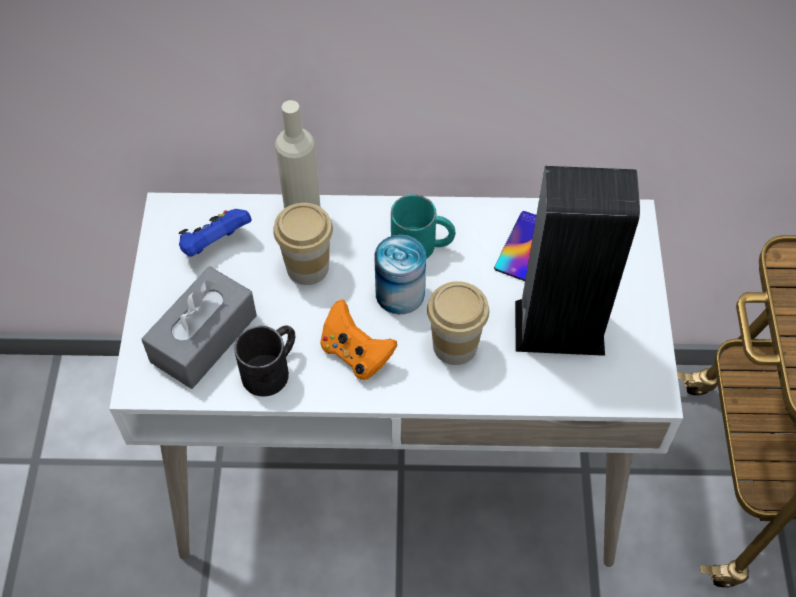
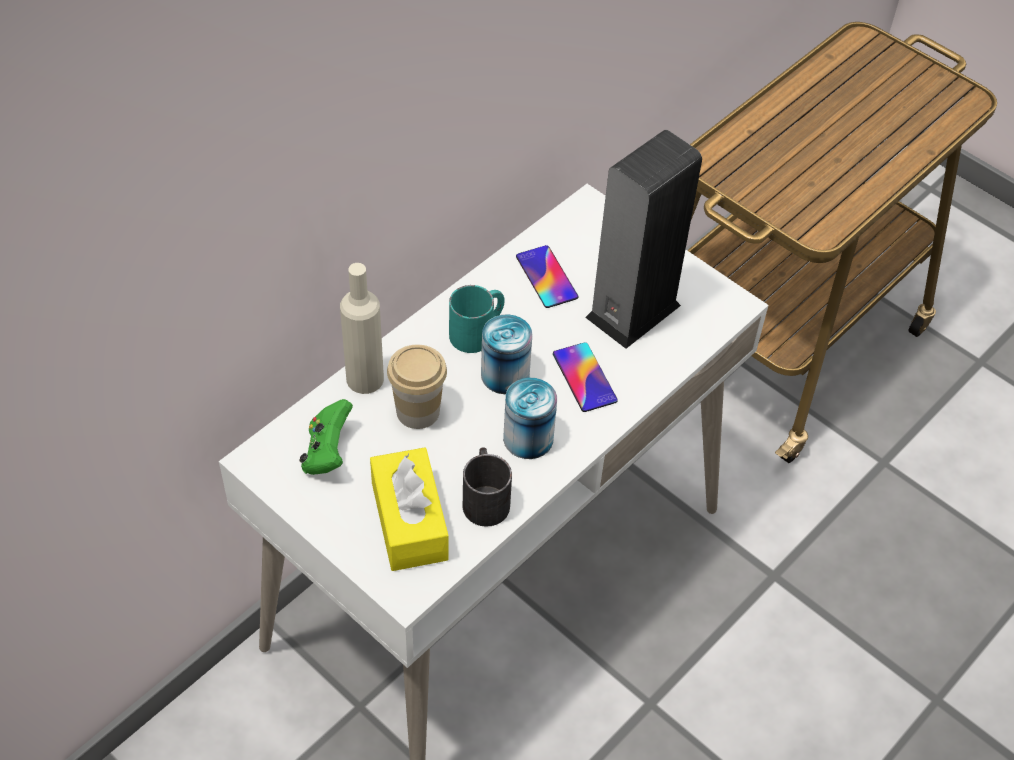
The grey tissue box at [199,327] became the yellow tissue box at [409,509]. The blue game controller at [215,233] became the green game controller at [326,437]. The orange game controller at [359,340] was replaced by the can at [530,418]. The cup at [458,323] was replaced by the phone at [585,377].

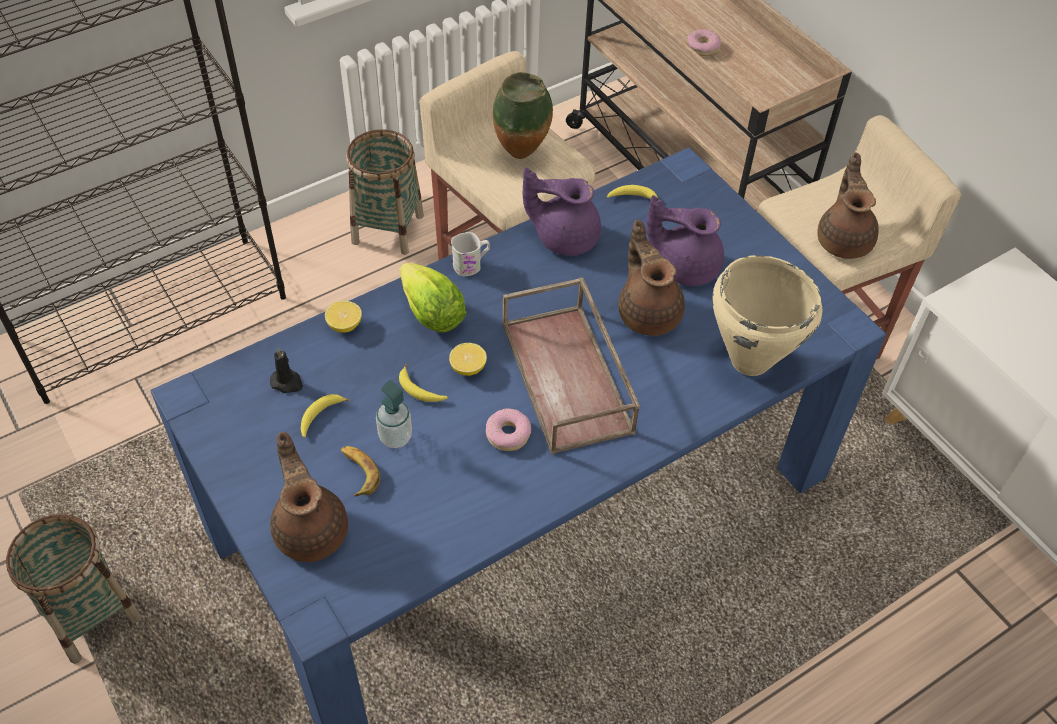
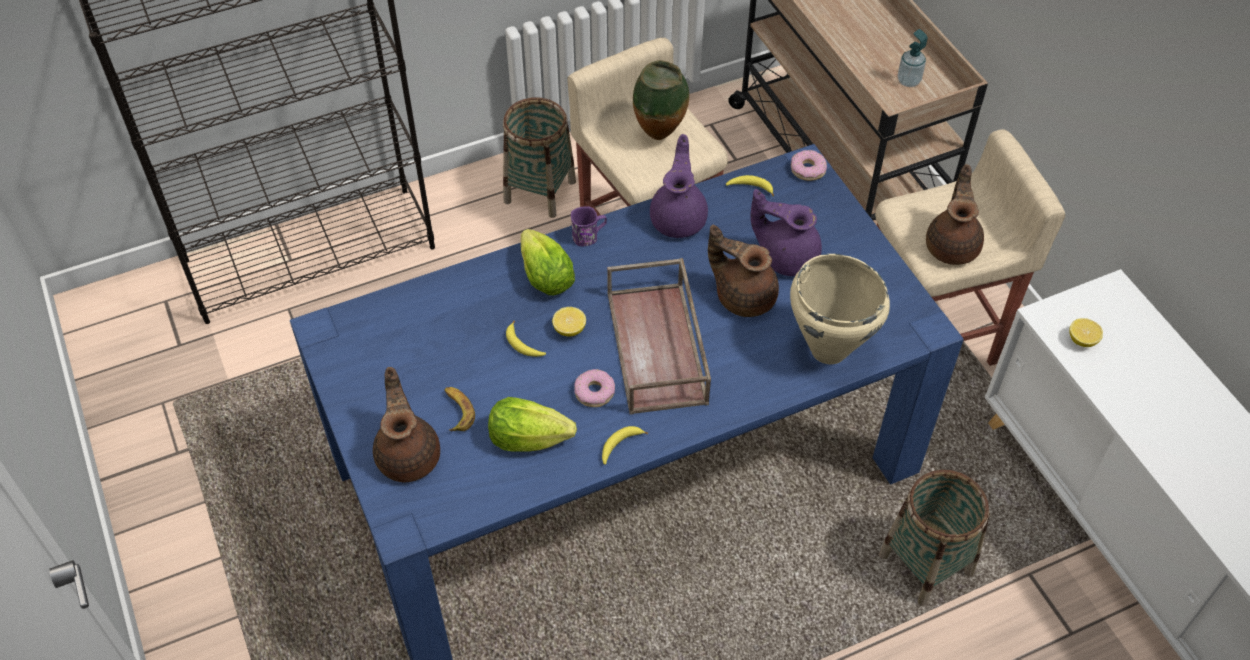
The basket moved from [73,589] to [934,538]. The black candle at [286,370] disappeared. The banana moved from [325,416] to [625,445]. The lemon moved from [343,317] to [1086,332]. The soap dispenser moved from [394,414] to [913,58]. The white mug at [470,254] became the purple mug at [589,226]. The purple teapot at [562,212] turned 75 degrees clockwise. The brown teapot at [651,278] turned 45 degrees counterclockwise. The donut moved from [704,42] to [809,165]. The lettuce at [532,424] appeared.

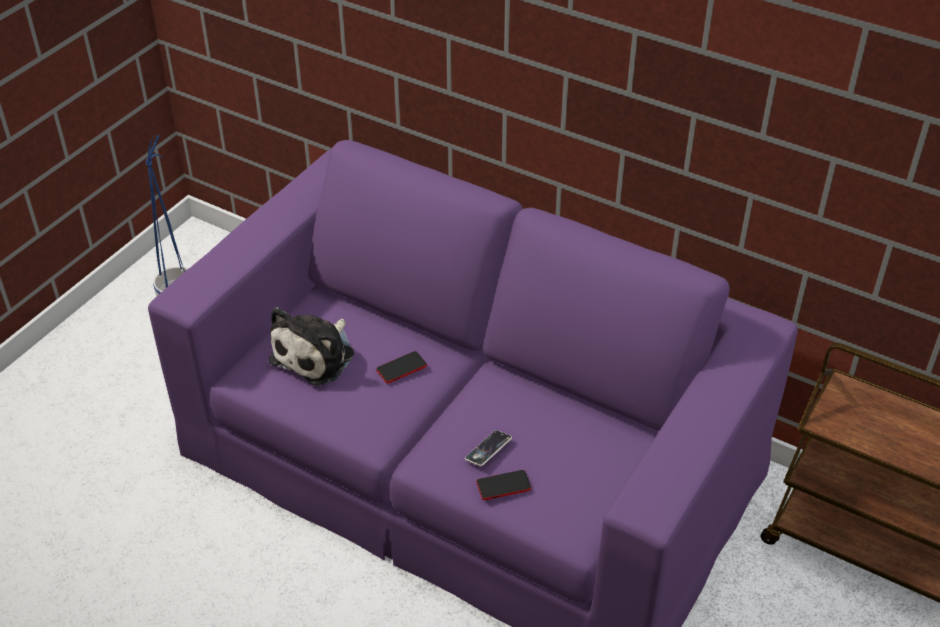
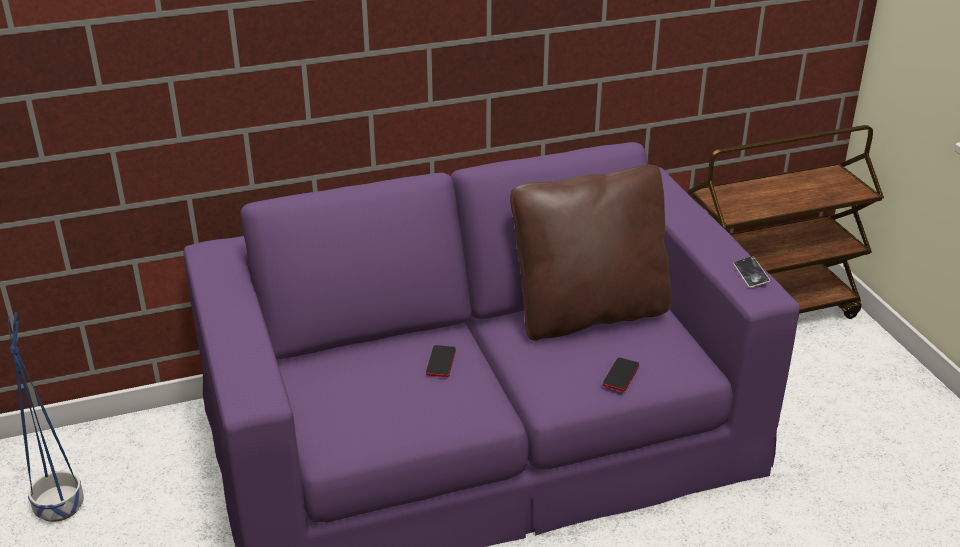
The plush toy at [311,346] disappeared. The phone moved from [488,448] to [751,272]. The brown pillow at [590,253] appeared.

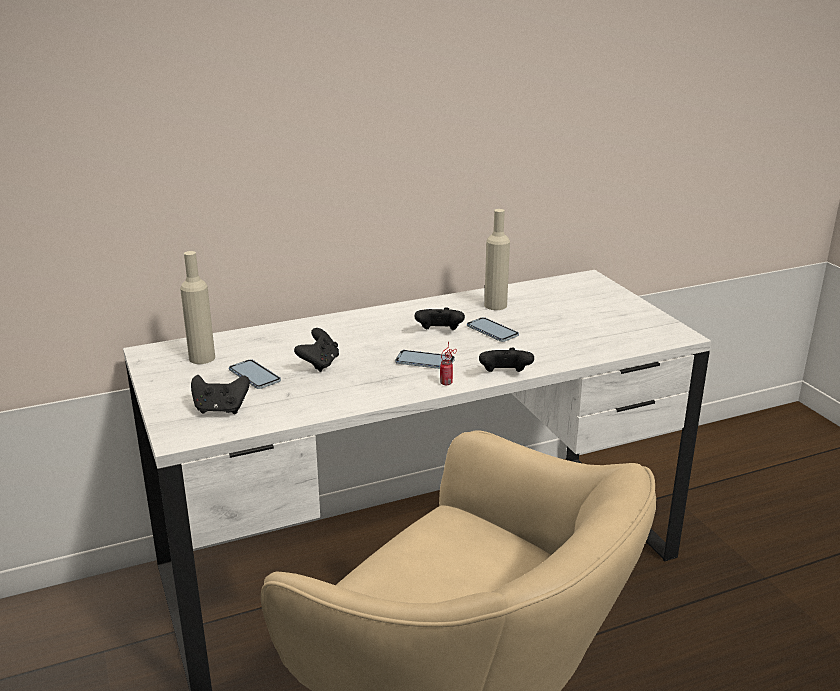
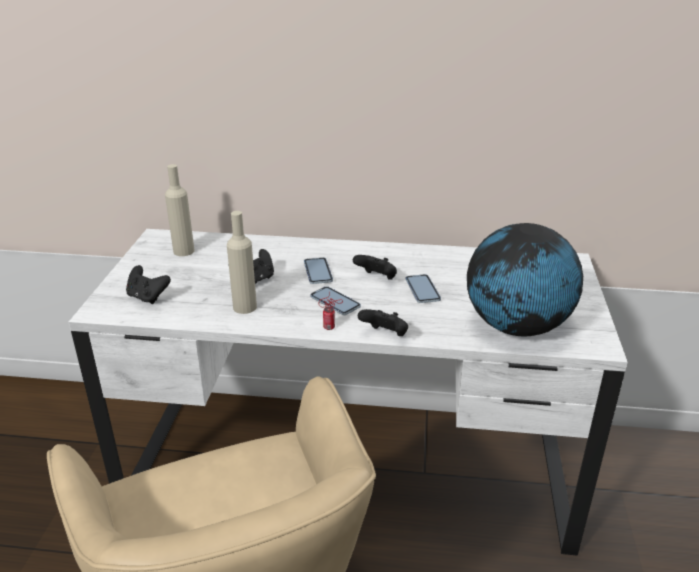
The phone moved from [255,374] to [318,270]. The beige bottle moved from [497,259] to [242,262]. The globe at [525,280] appeared.

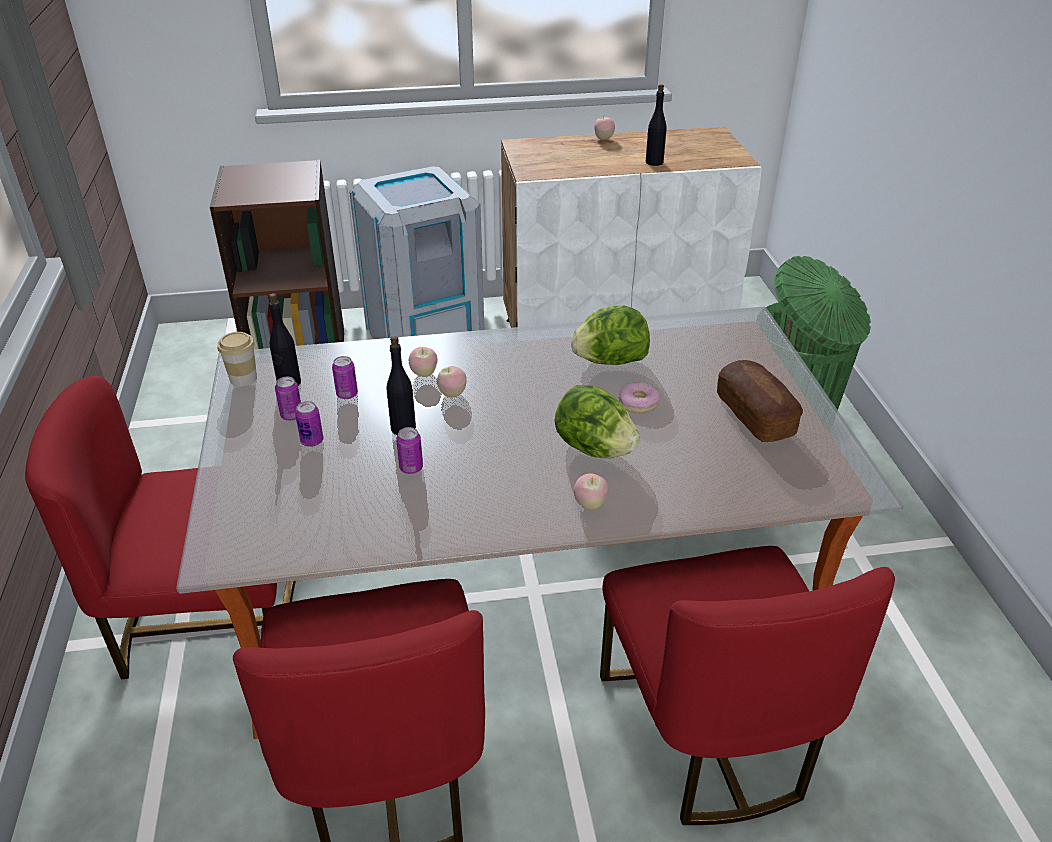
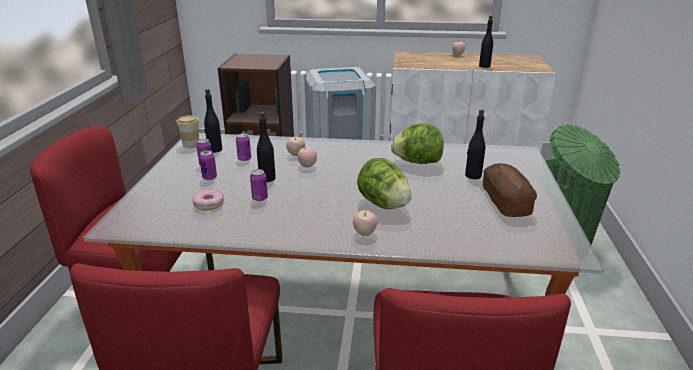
The donut moved from [639,397] to [208,200]. The black bottle at [475,144] appeared.

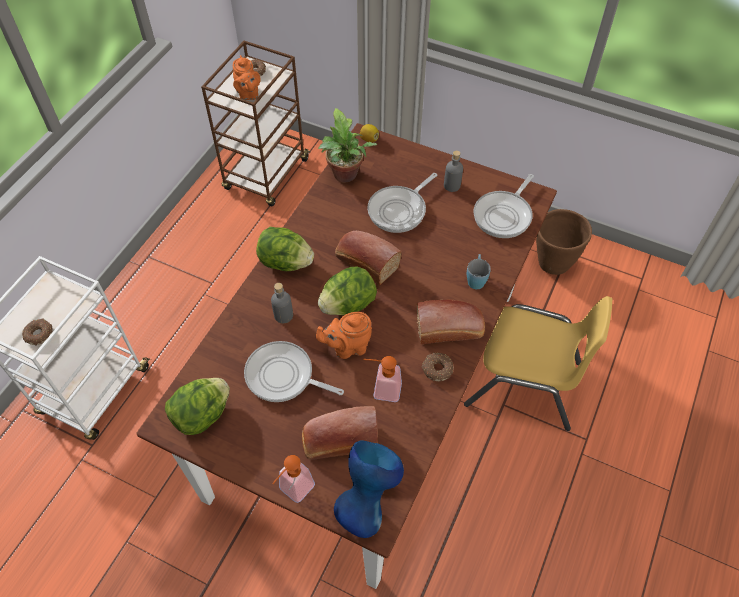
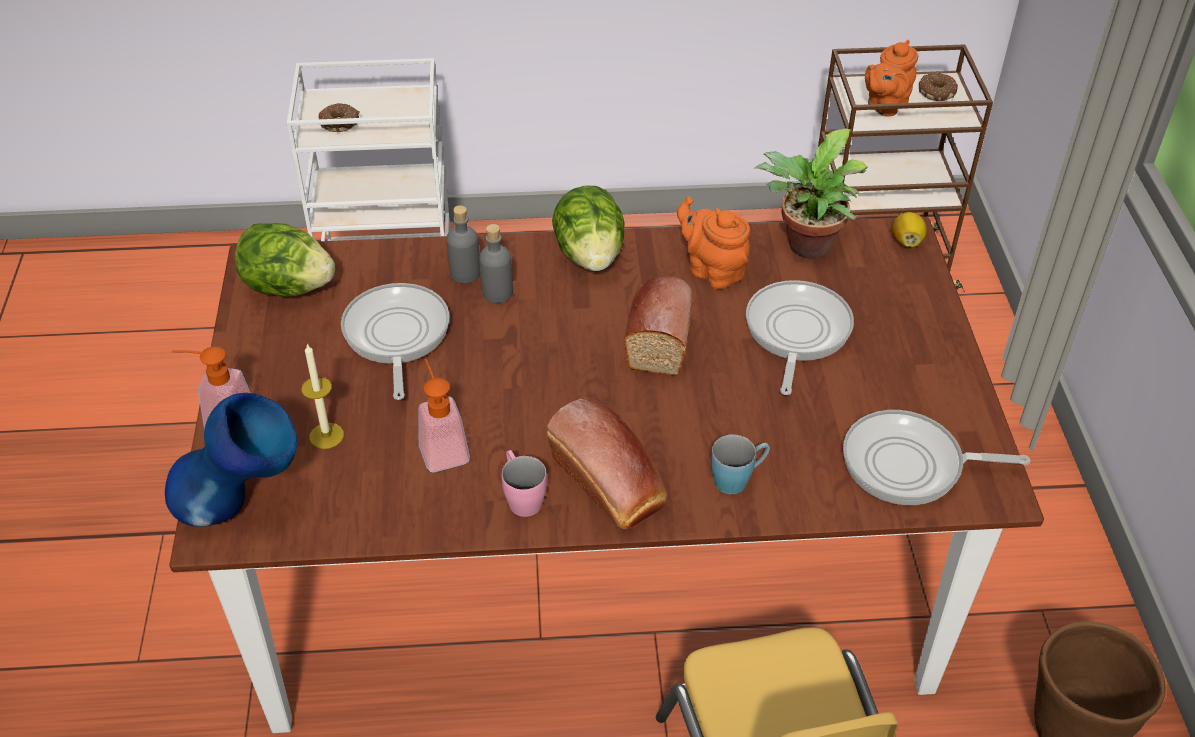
The bread at [340,433] was replaced by the candle at [322,396]. The orange teapot moved from [344,335] to [713,243]. The lettuce at [347,291] disappeared. The frying pan at [402,203] turned 90 degrees clockwise. The donut at [437,367] was replaced by the pink mug at [524,483]. The grey bottle moved from [453,171] to [463,244].

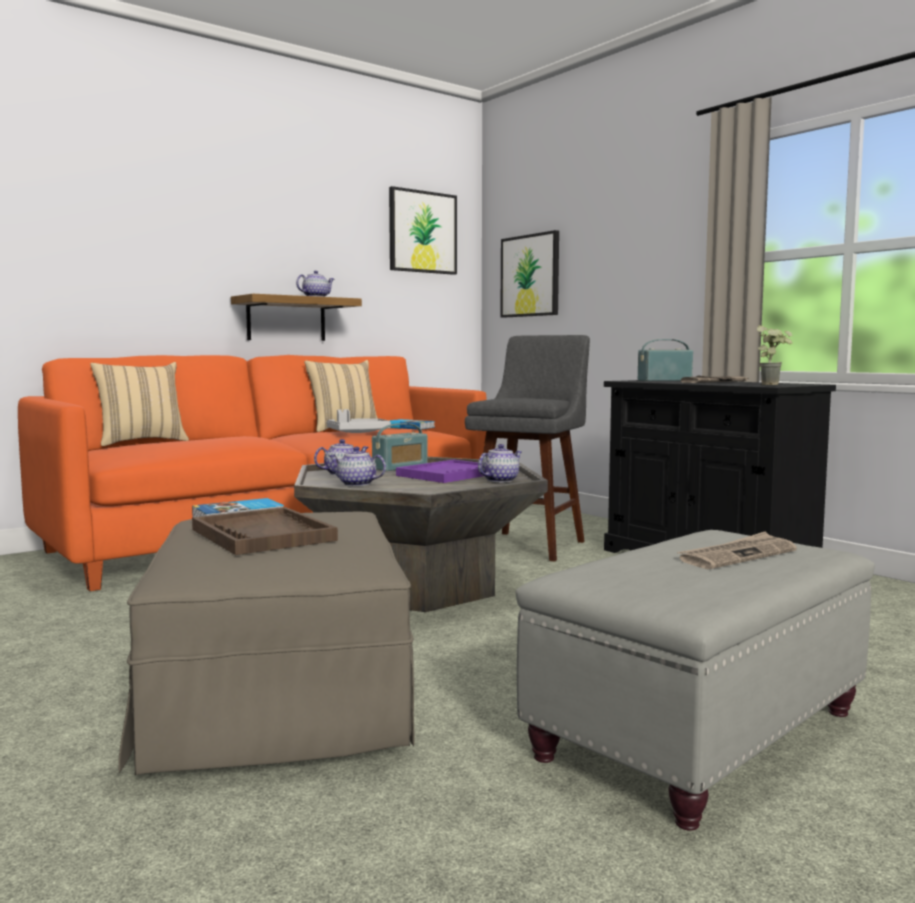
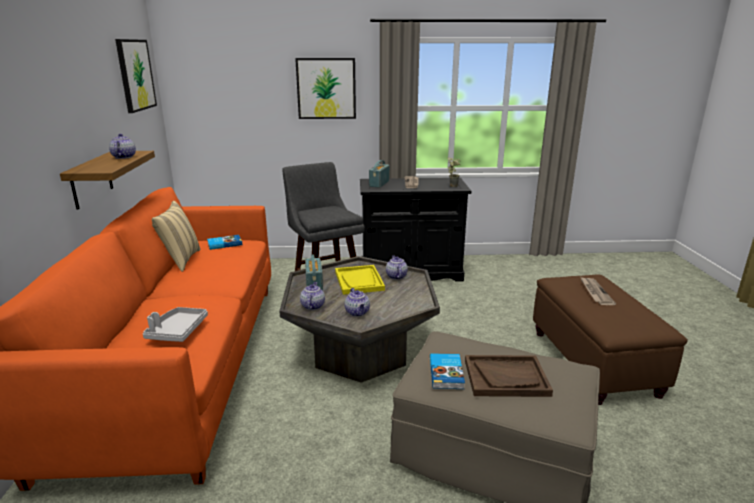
The beige pillow at [139,404] disappeared. The grey tray moved from [359,421] to [175,324]. The teapot at [357,466] turned 75 degrees counterclockwise. The purple tray at [440,471] became the yellow tray at [360,280]. The picture moved from [529,274] to [325,88]. The grey ottoman at [695,680] became the brown ottoman at [610,340].

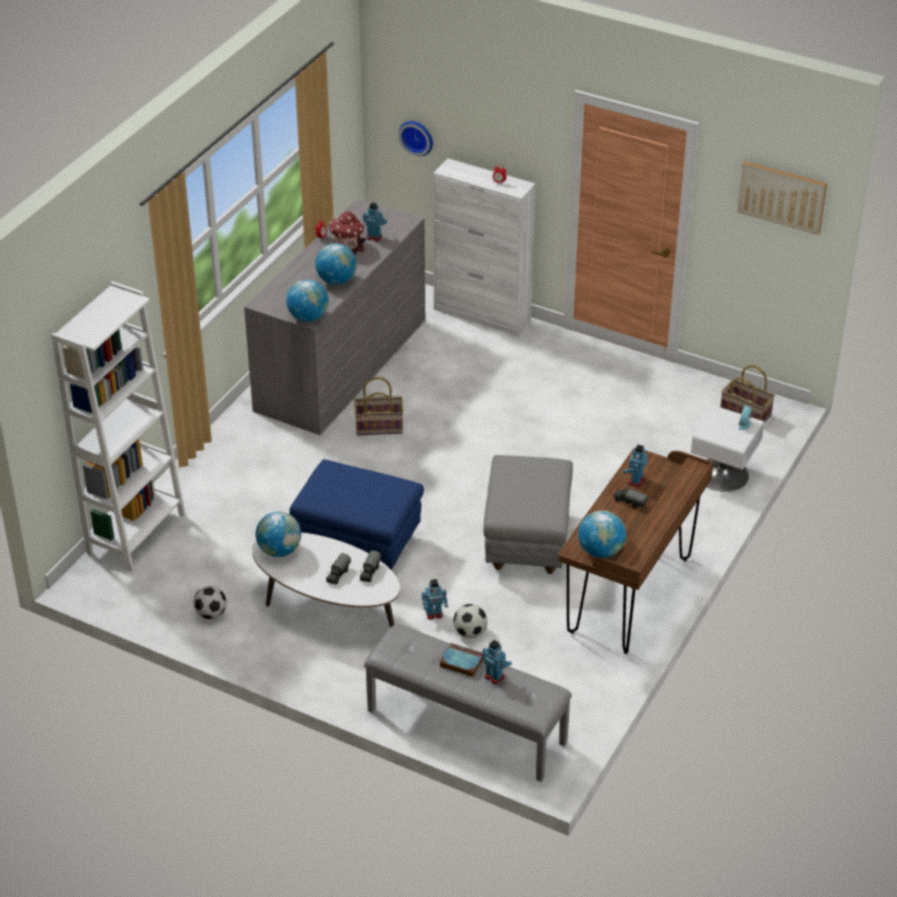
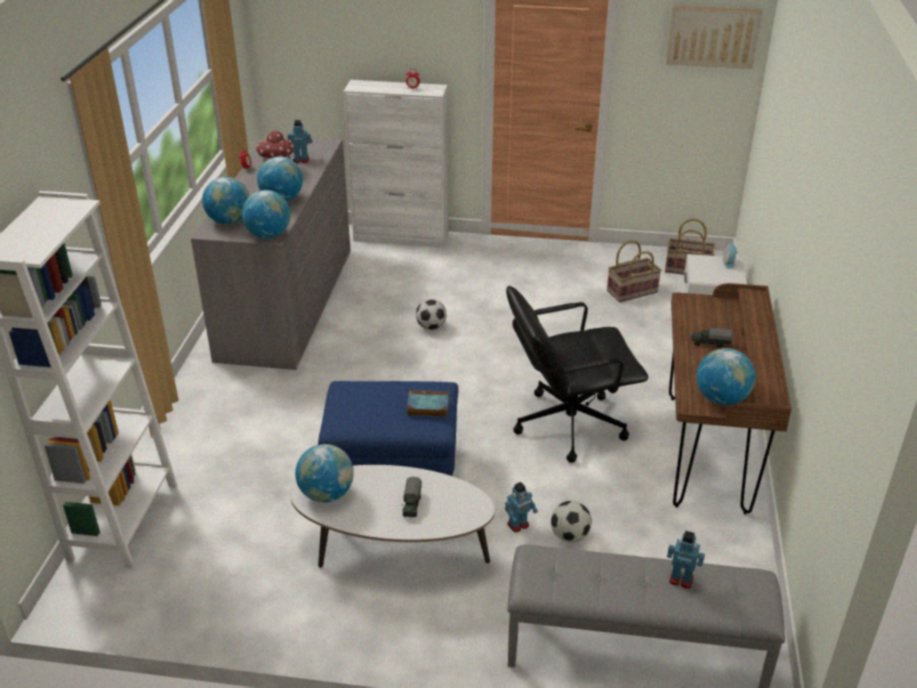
The football moved from [210,602] to [431,314]. The basket moved from [378,406] to [634,271]. The toy truck at [370,566] disappeared. The wall clock at [416,138] disappeared. The book moved from [461,660] to [427,403]. The grey ottoman at [528,514] was replaced by the black office chair at [577,374]. The toy robot at [636,466] disappeared. The globe at [226,200] appeared.

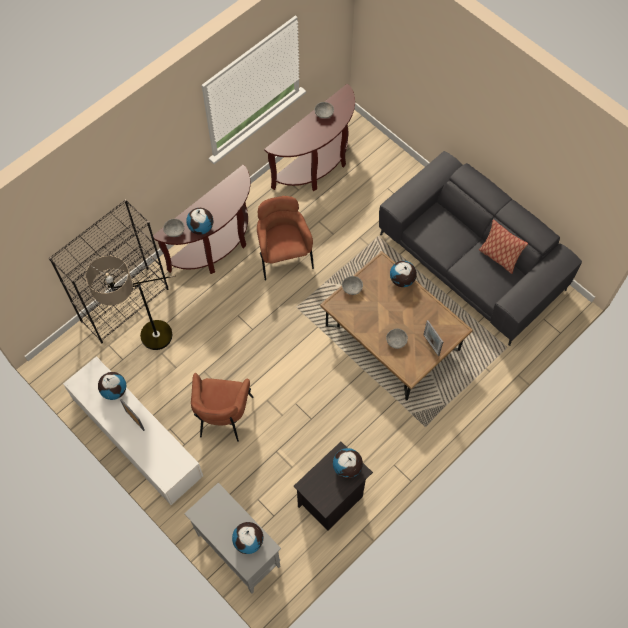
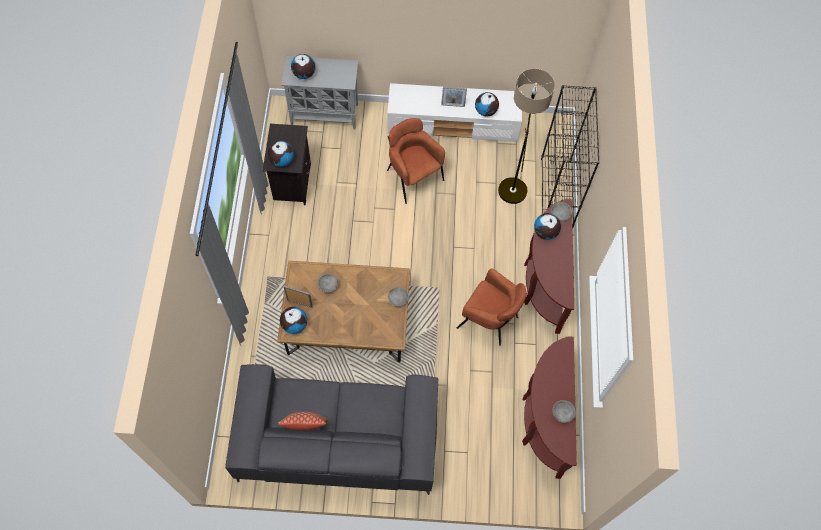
The globe moved from [403,274] to [293,320].

